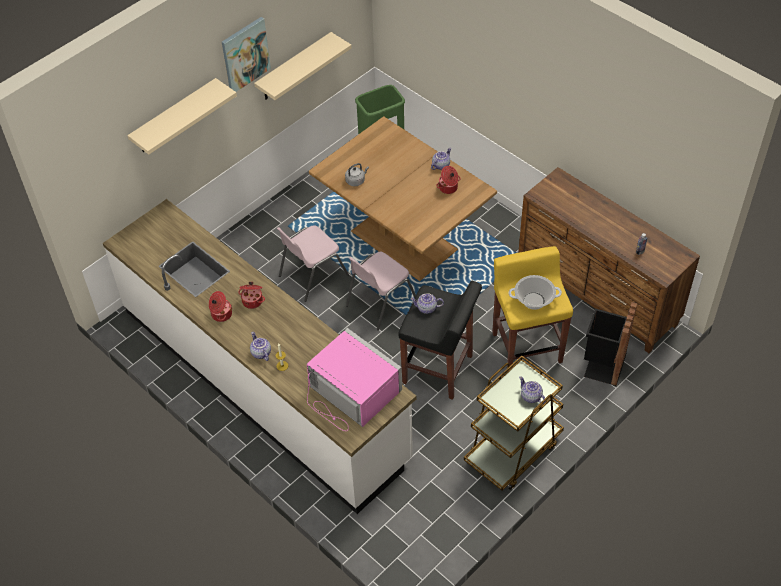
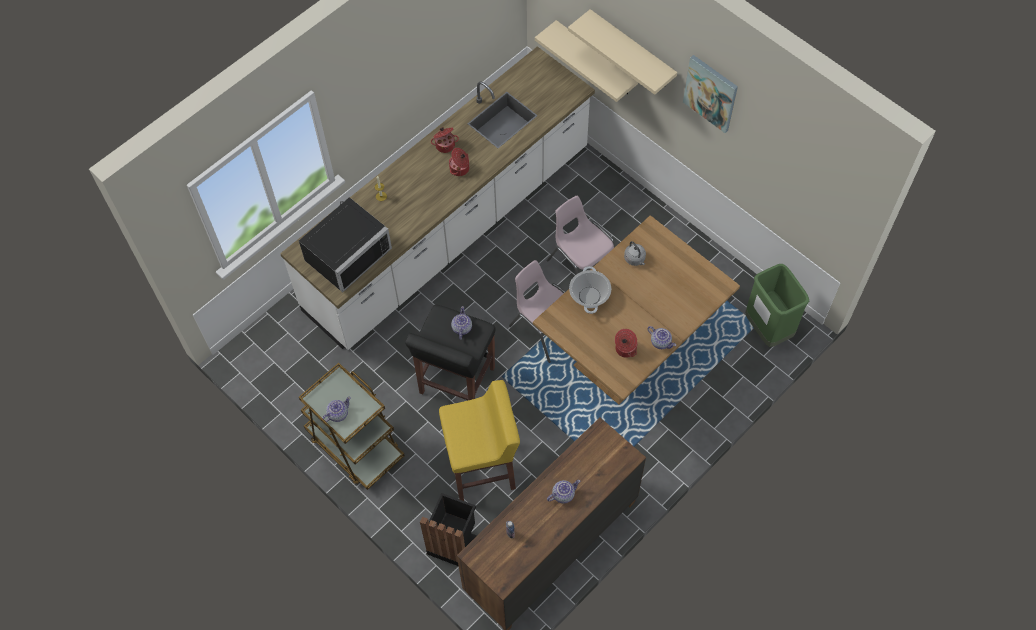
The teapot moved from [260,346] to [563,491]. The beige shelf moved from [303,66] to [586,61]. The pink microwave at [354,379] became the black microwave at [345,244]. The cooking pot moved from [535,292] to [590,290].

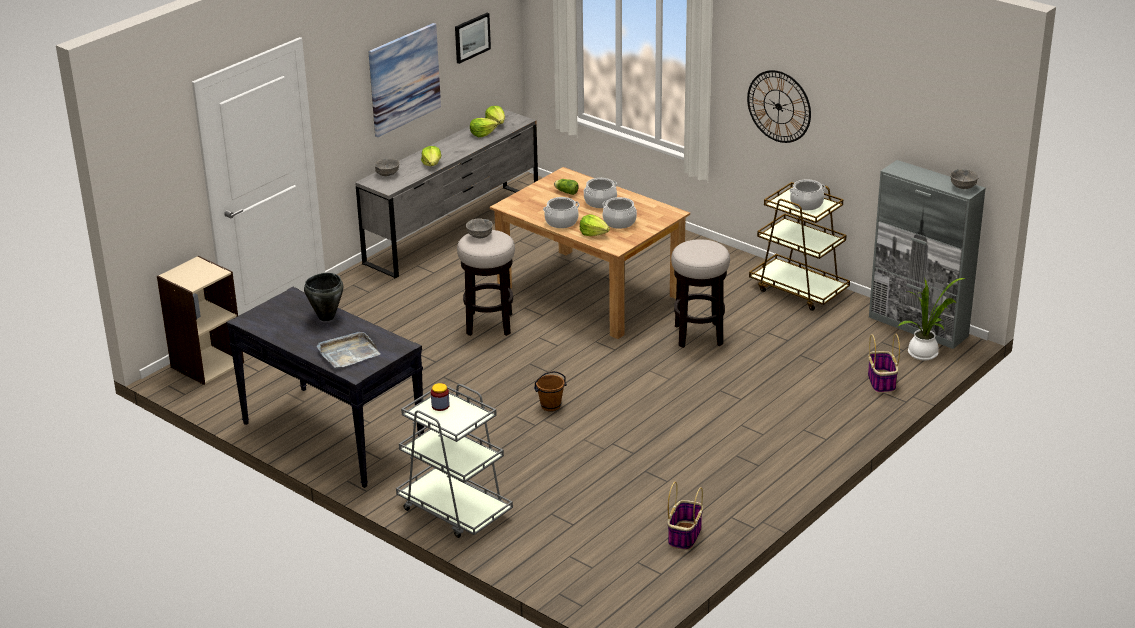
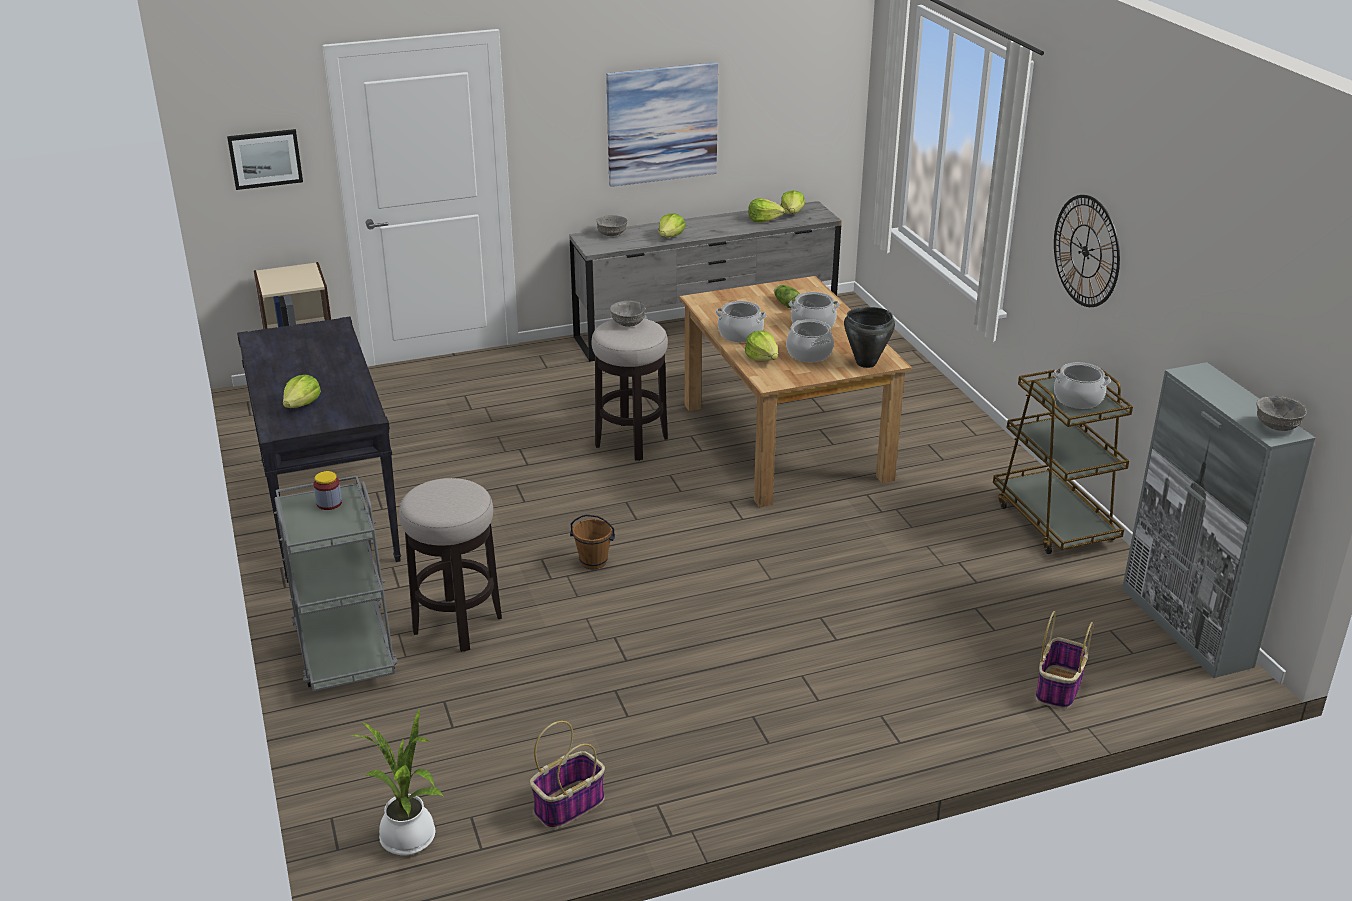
The black cooking pot moved from [323,297] to [869,337]. The grey tray at [349,350] was replaced by the lettuce at [302,391]. The picture moved from [473,38] to [265,159]. The stool moved from [700,293] to [450,565]. The potted plant moved from [931,319] to [397,782].

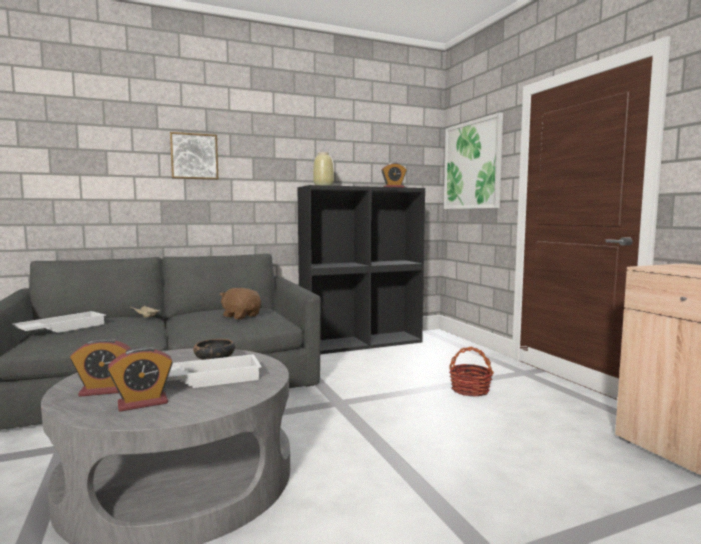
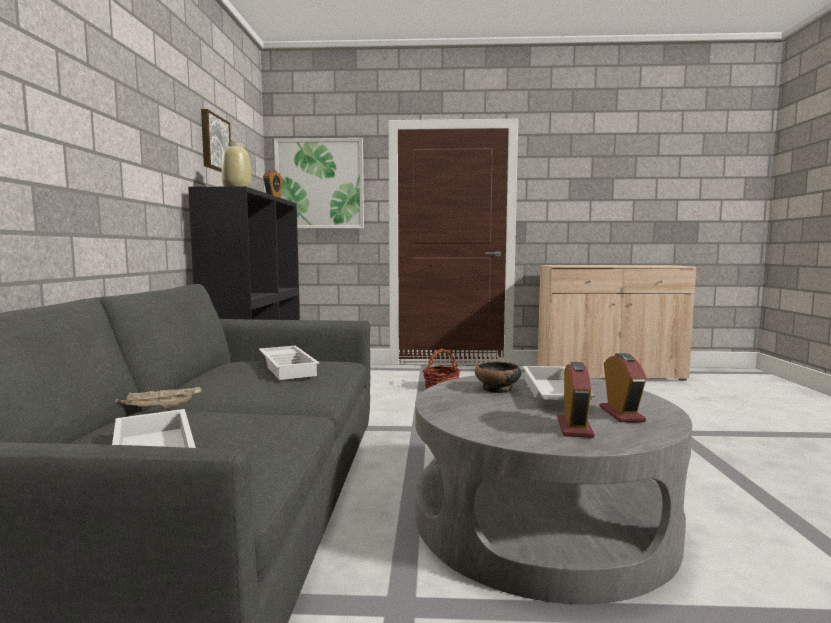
The picture moved from [194,156] to [216,140]. The brown plush toy at [240,304] was replaced by the white tray at [289,363].

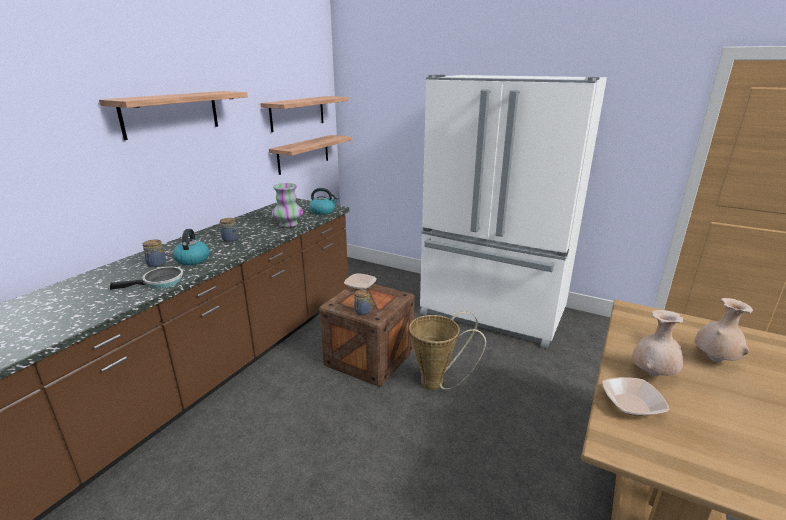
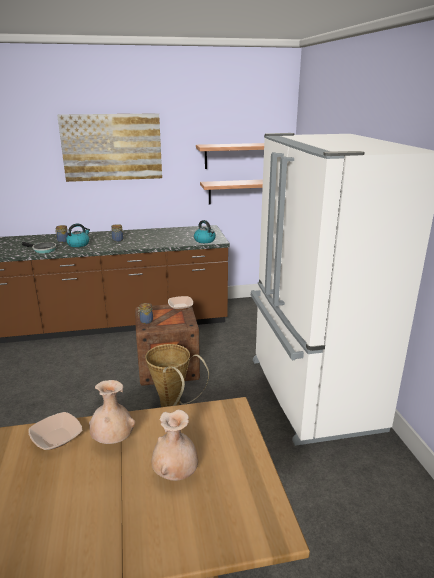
The shelf at [173,115] was replaced by the picture at [109,147]. The vase at [287,205] disappeared.

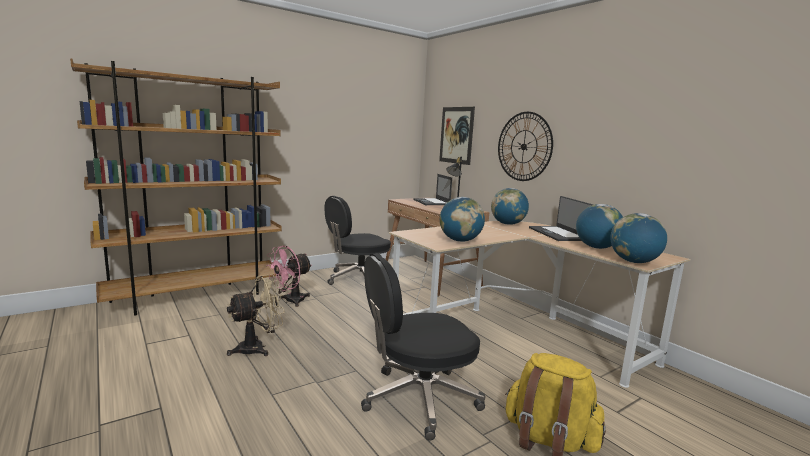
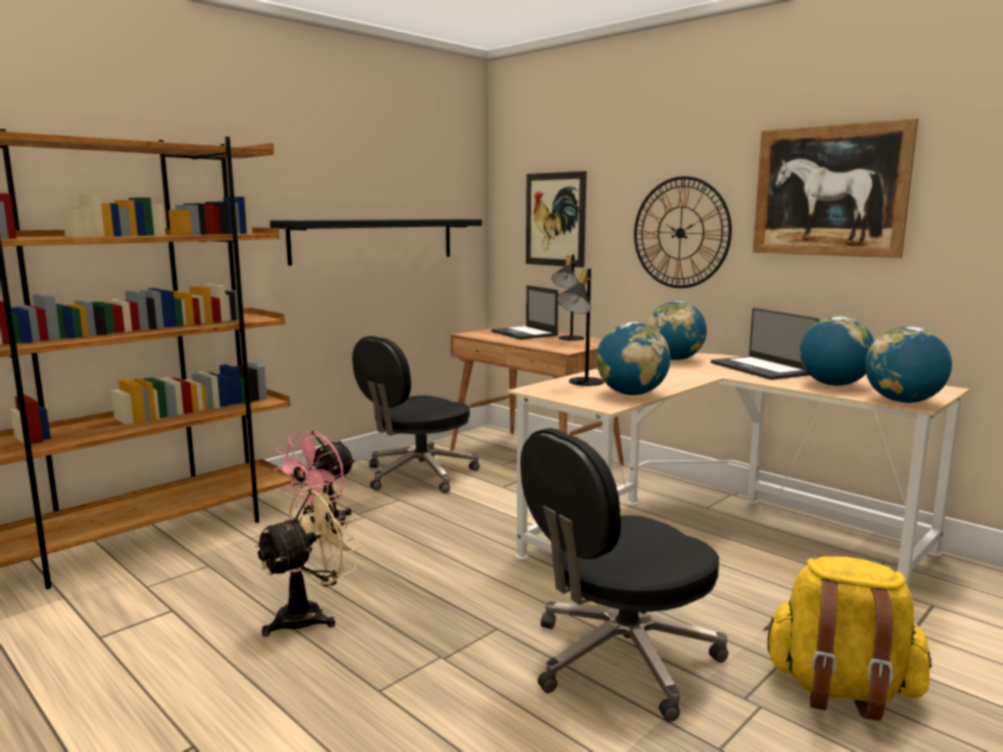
The black shelf at [376,242] appeared. The black table lamp at [580,327] appeared. The picture at [835,188] appeared.

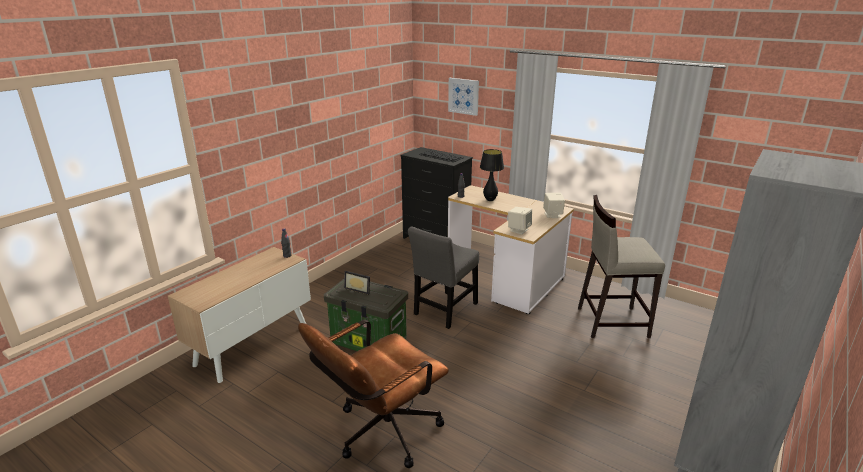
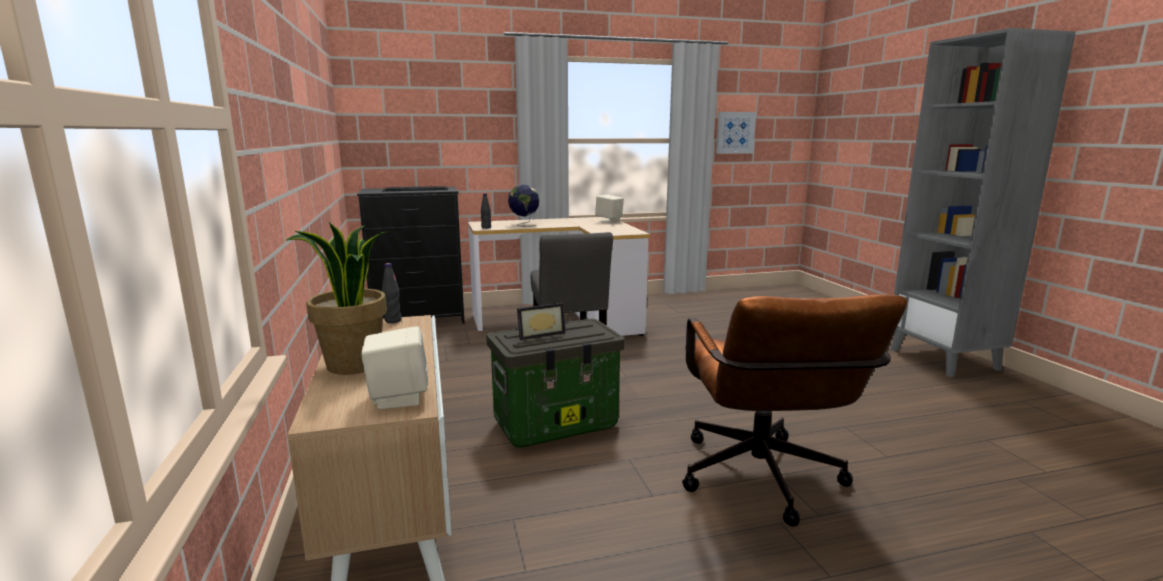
The picture moved from [463,97] to [736,133]. The black table lamp at [492,175] was replaced by the globe at [524,206]. The beige speaker moved from [520,220] to [394,367]. The beige stool at [621,266] disappeared. The potted plant at [337,298] appeared.

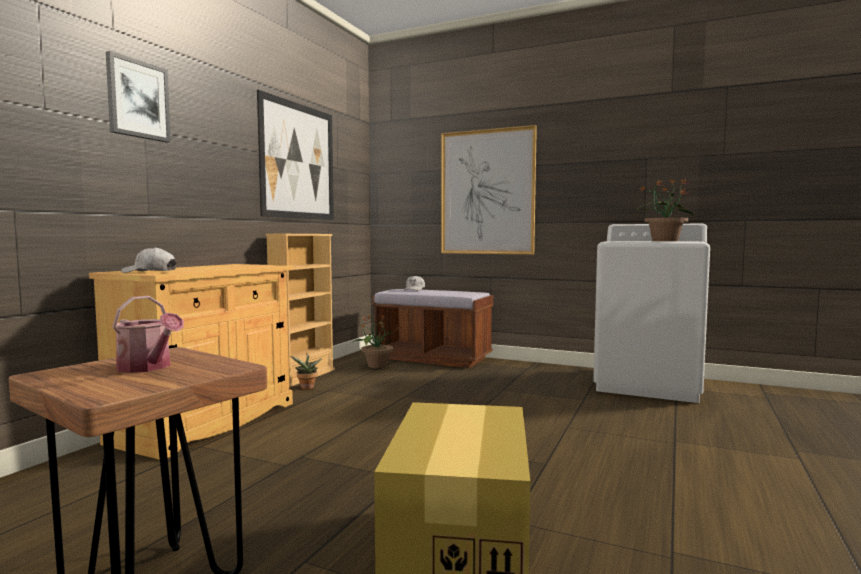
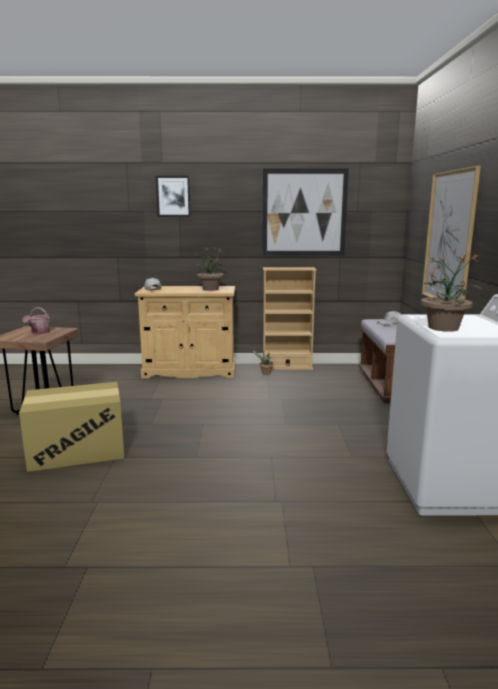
The potted plant moved from [376,341] to [209,269].

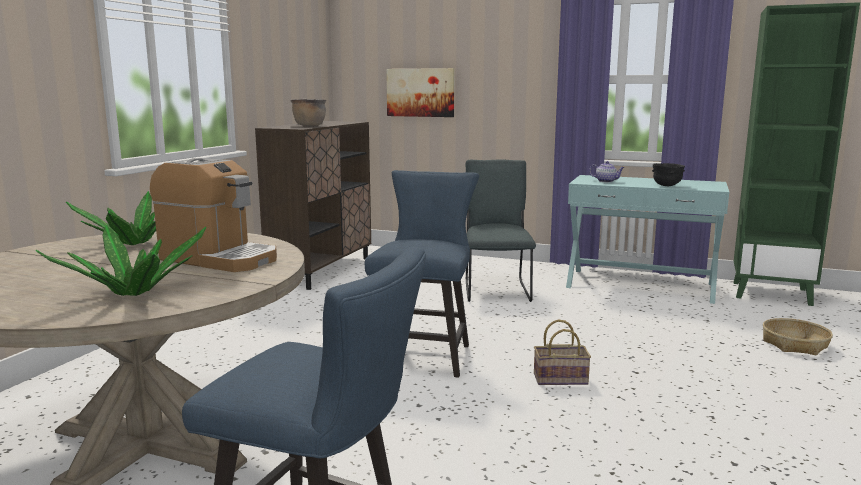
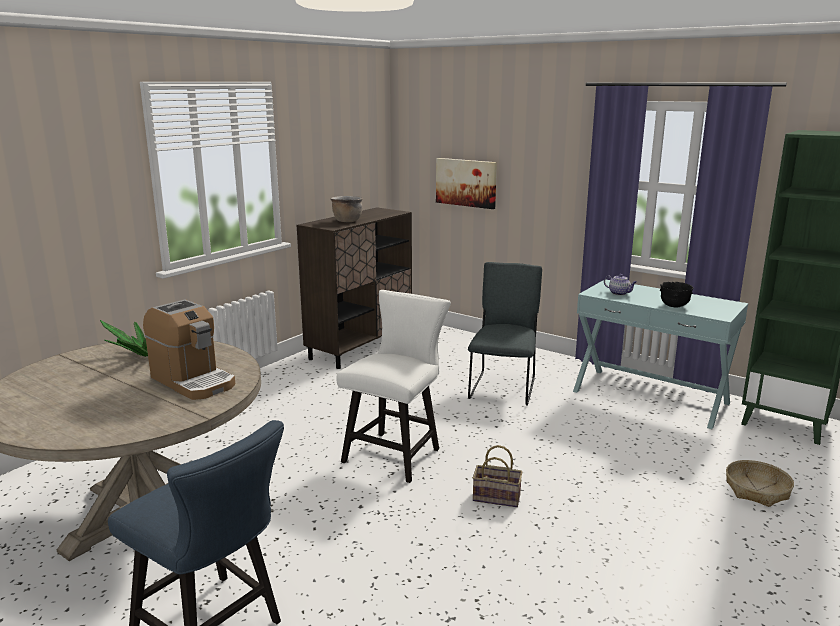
The potted plant at [121,260] disappeared. The blue chair at [422,273] became the white chair at [393,386].

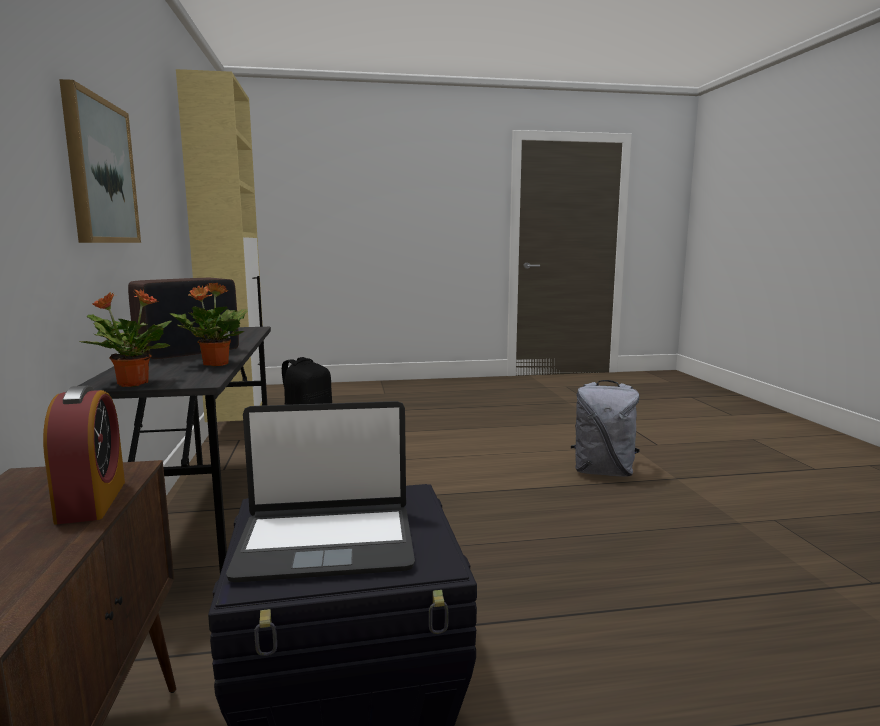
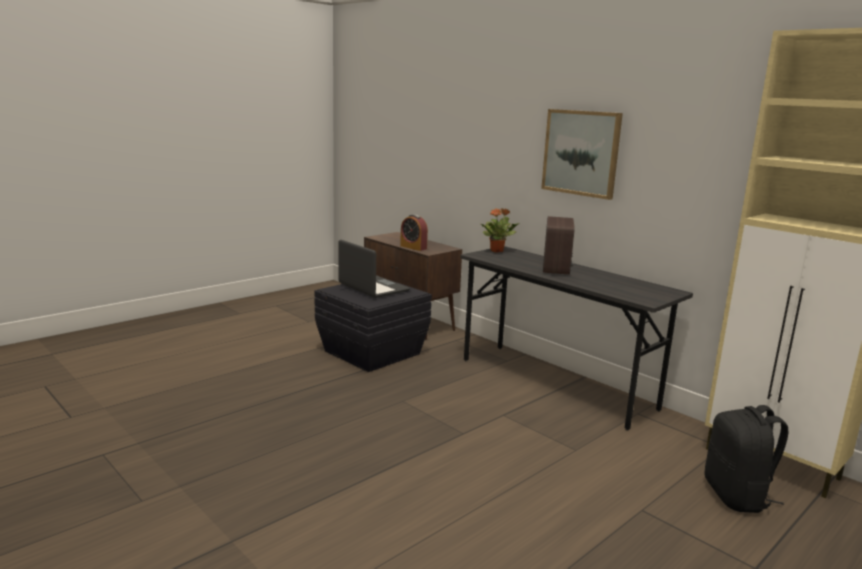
The potted plant at [209,324] disappeared. The laptop at [320,492] turned 90 degrees clockwise. The grey backpack at [605,428] disappeared.

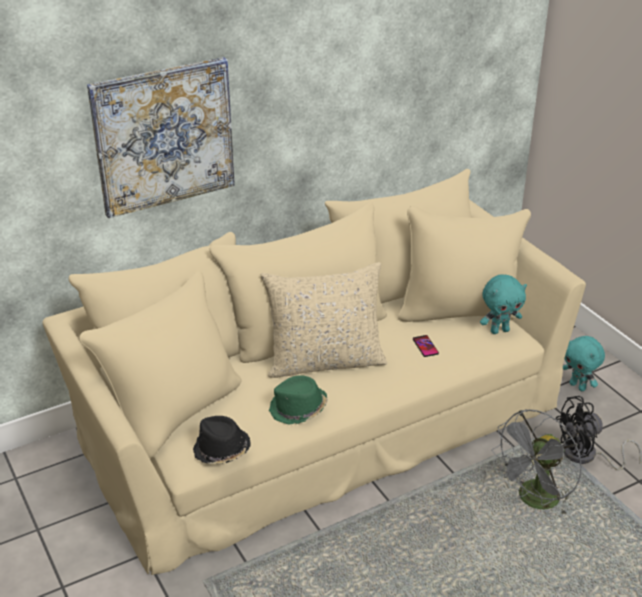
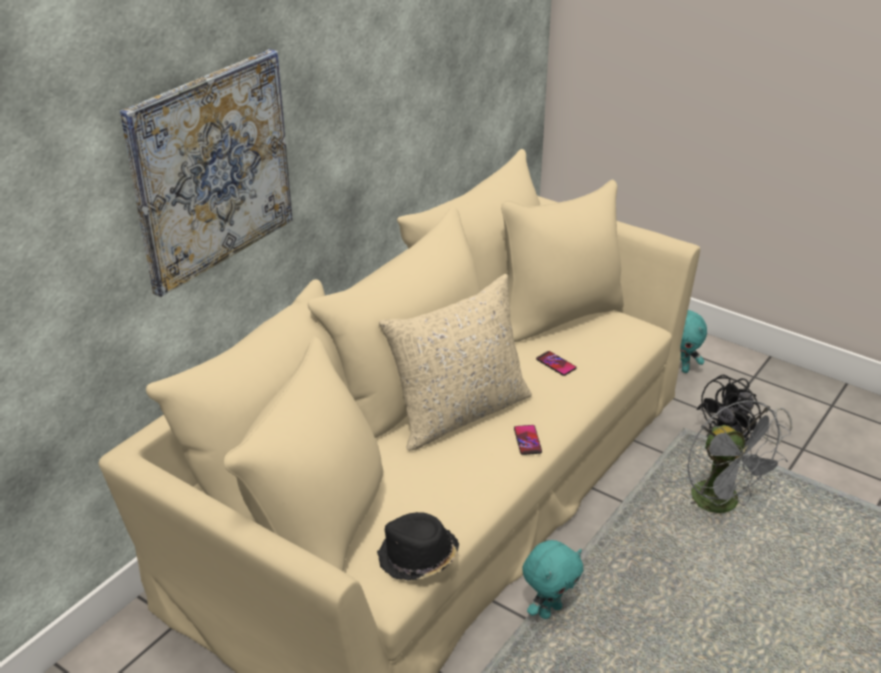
The green hat at [298,399] disappeared. The turquoise plush toy moved from [503,304] to [553,579]. The grey fan at [537,463] turned 45 degrees counterclockwise. The phone at [528,440] appeared.

